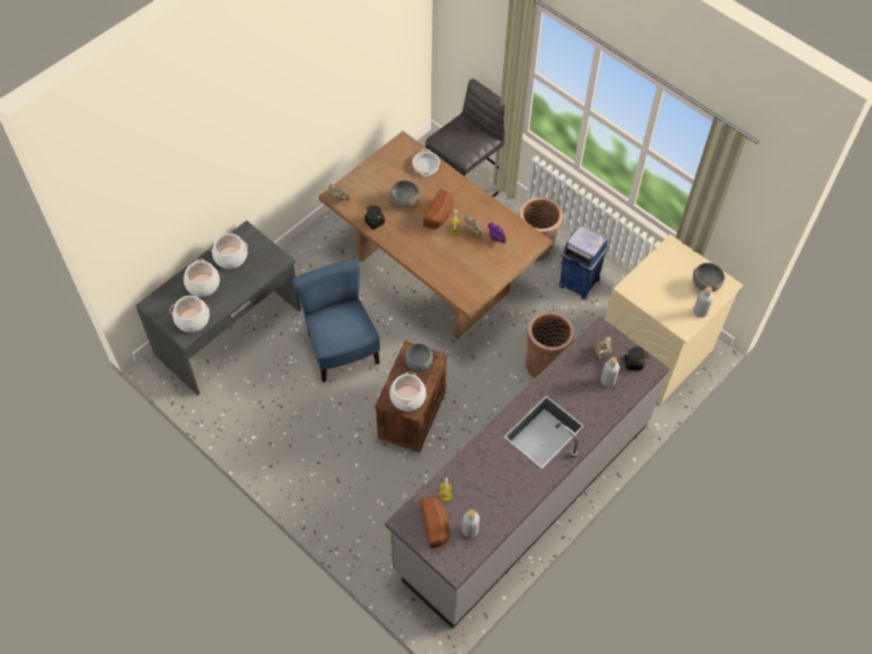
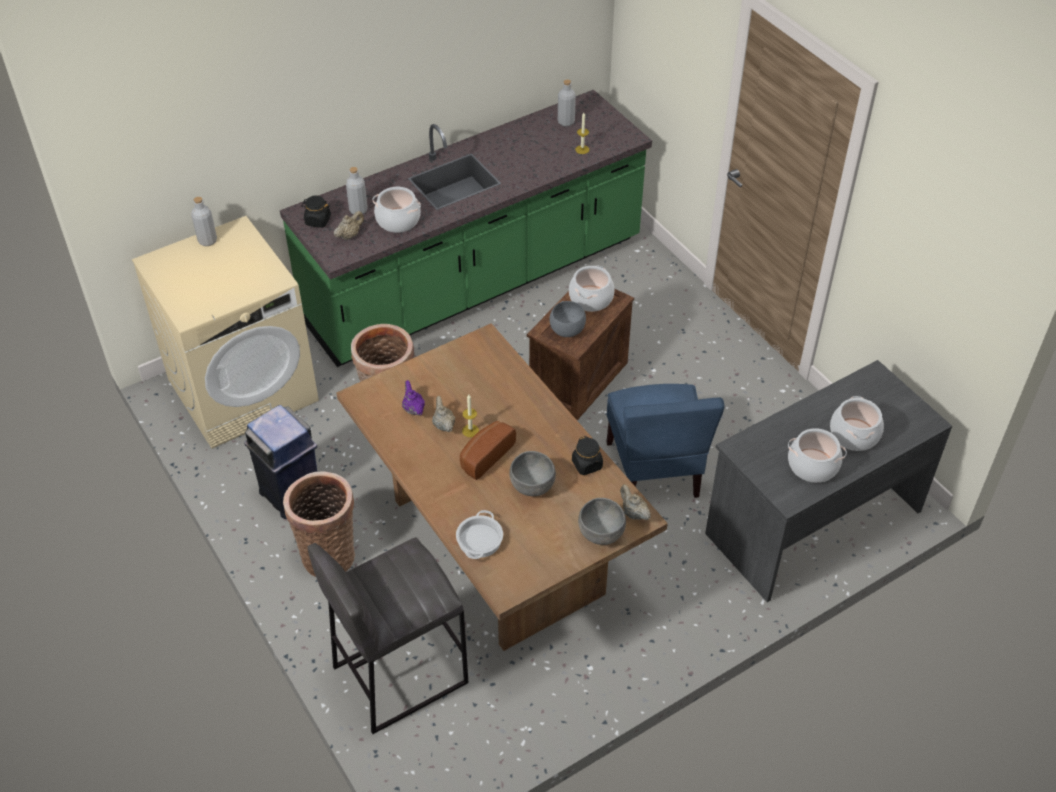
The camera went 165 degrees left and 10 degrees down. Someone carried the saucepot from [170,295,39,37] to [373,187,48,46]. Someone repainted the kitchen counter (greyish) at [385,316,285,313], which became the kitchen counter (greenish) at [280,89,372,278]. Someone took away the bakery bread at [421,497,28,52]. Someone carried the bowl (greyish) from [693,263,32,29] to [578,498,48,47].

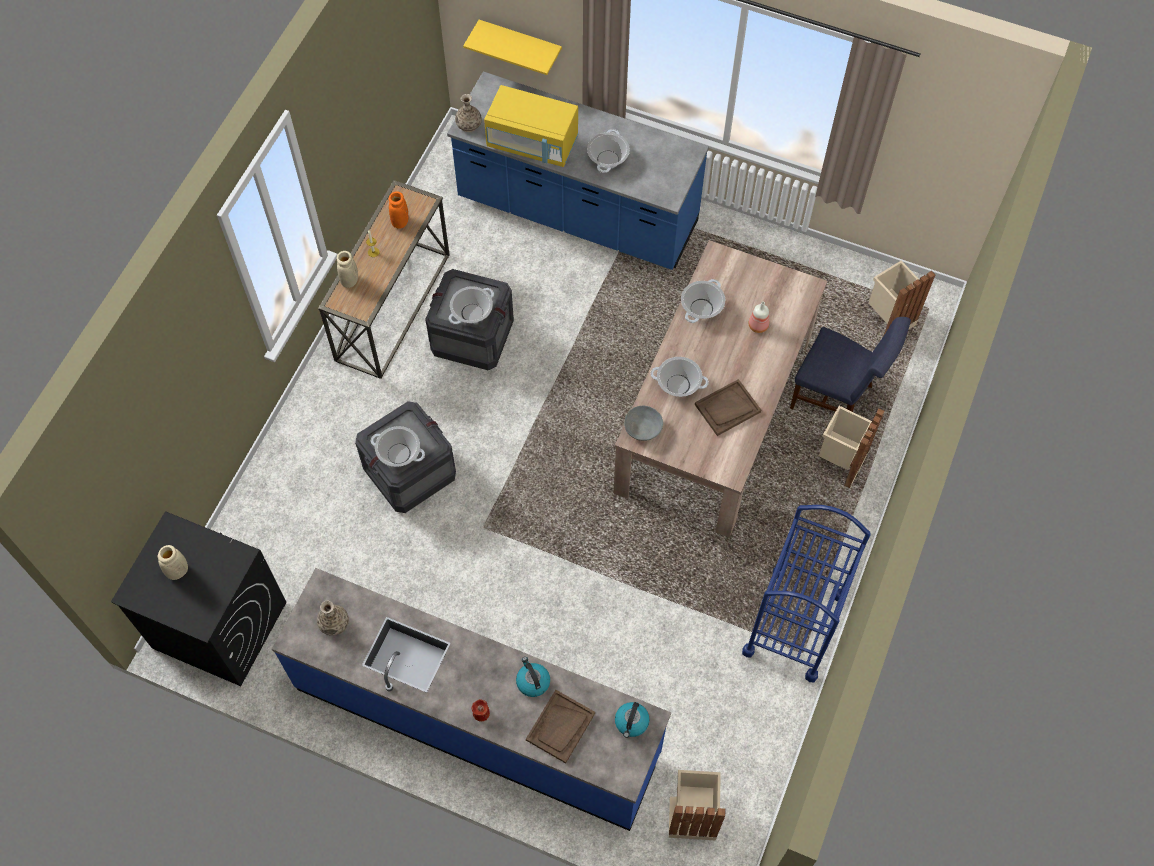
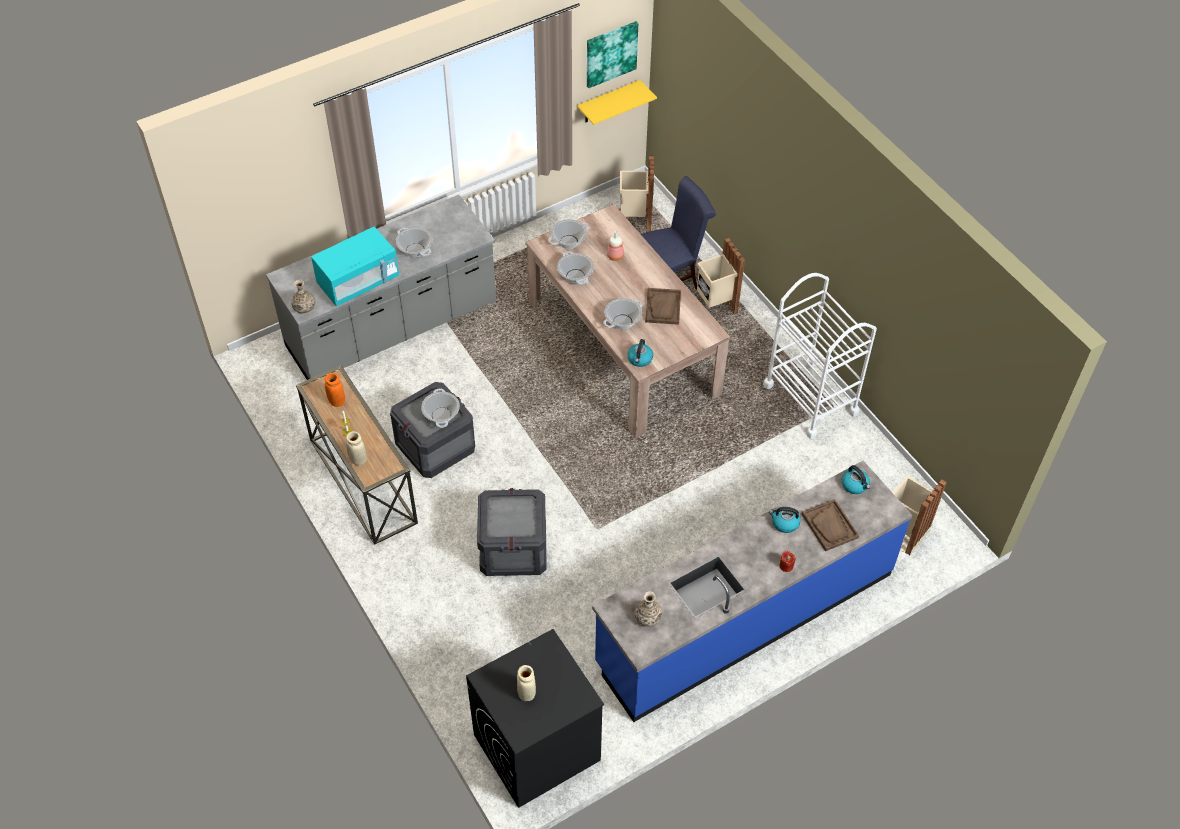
The camera went 55 degrees left and 10 degrees down. Someone carried the saucepot from [371,426,54,41] to [548,219,42,30]. Someone repainted the kitchen counter (blue-coloured) at [447,71,262,199], which became the kitchen counter (greyish) at [266,195,230,185]. Someone carried the bracket shelf (yellowish) from [463,20,99,55] to [577,80,80,45]. Someone repainted the microwave oven (yellowish) at [484,85,95,82], which became the microwave oven (turquoise-coloured) at [311,226,88,80]. Someone swapped the bowl (greyish) at [624,406,39,35] for the tea kettle at [627,339,26,28]. Someone repainted the cart (blue-coloured) at [742,505,129,177], which became the cart (whitish) at [763,273,114,166]. Someone put up the wall art at [587,21,51,67].

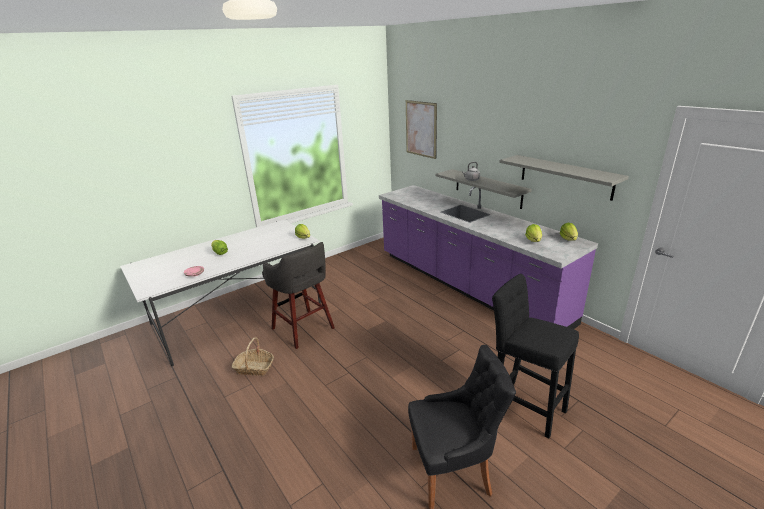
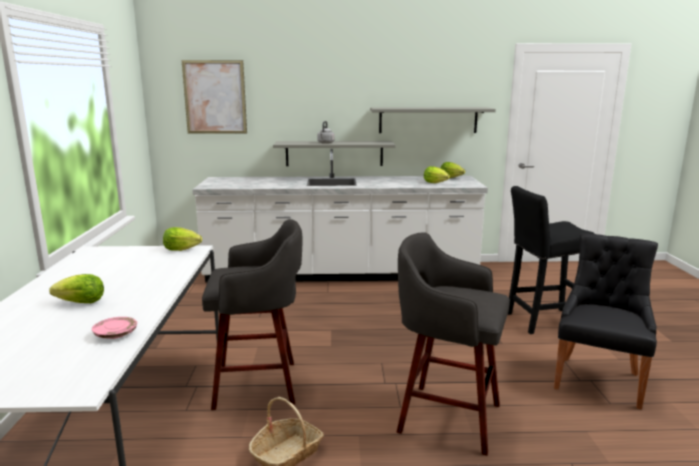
The camera went 55 degrees left and 10 degrees down. Someone repainted the kitchen counter (purple-coloured) at [379,185,219,144], which became the kitchen counter (whitish) at [192,149,296,134]. Someone put down the stool seat (greyish) at [396,232,114,224].

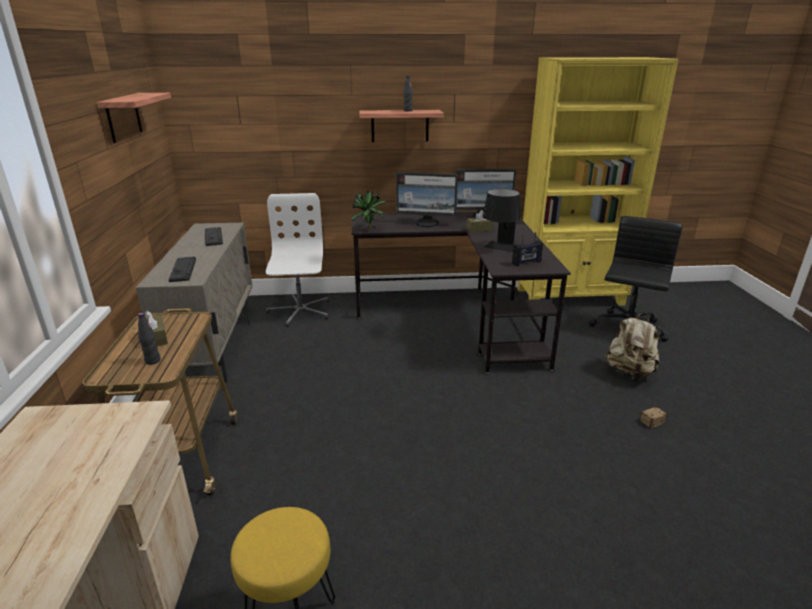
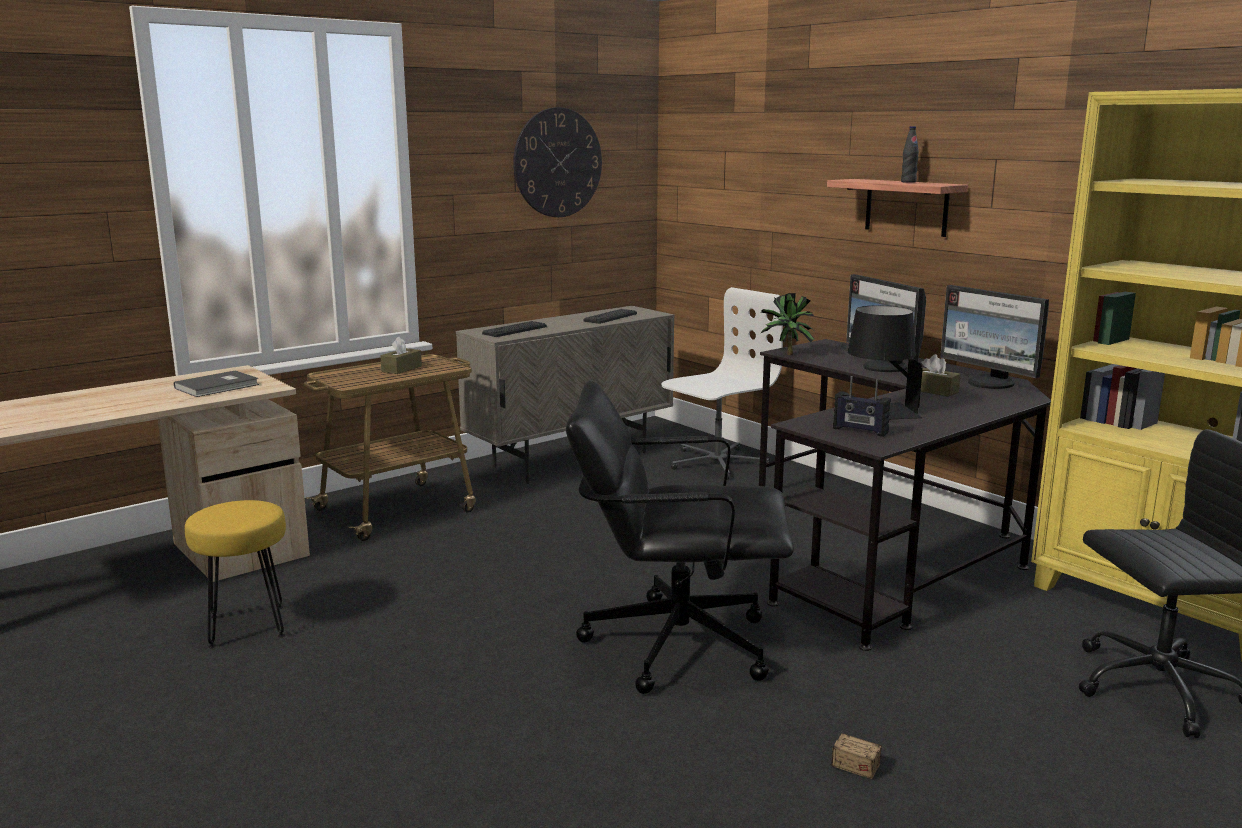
The camera went 55 degrees right and 10 degrees down. Someone swapped the bracket shelf at [97,93,74,50] for the clock on the wall at [513,107,89,110]. Someone took away the drink bottle (black-coloured) at [138,313,23,52]. Someone took away the backpack (beige) at [604,313,56,69]. Someone put down the book (greyish) at [174,370,85,27]. Someone put down the desk chair (black-coloured) at [566,380,228,314].

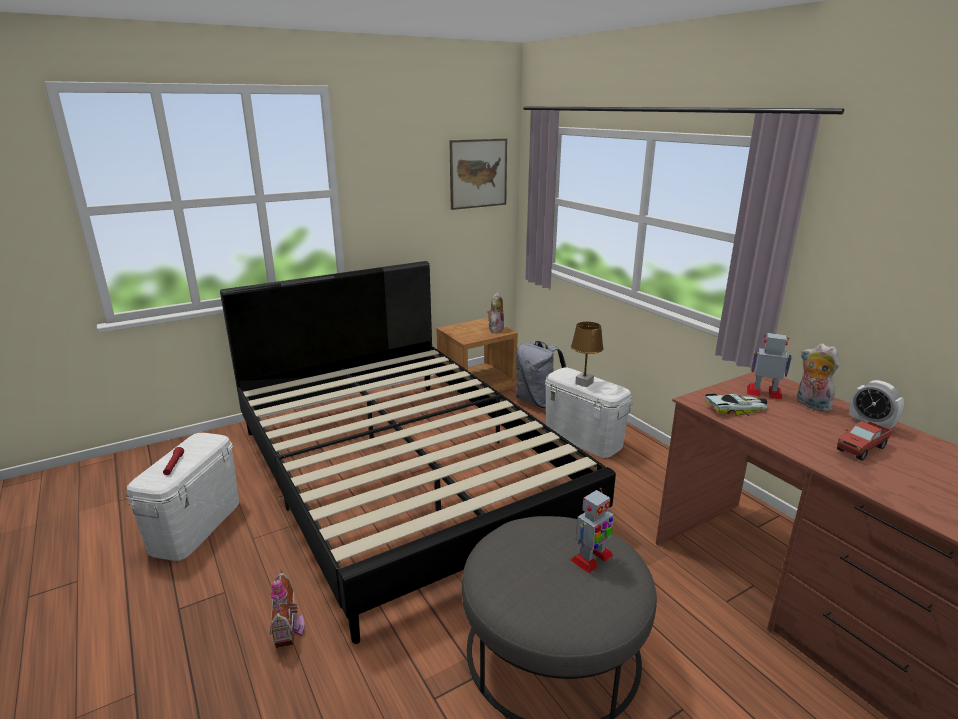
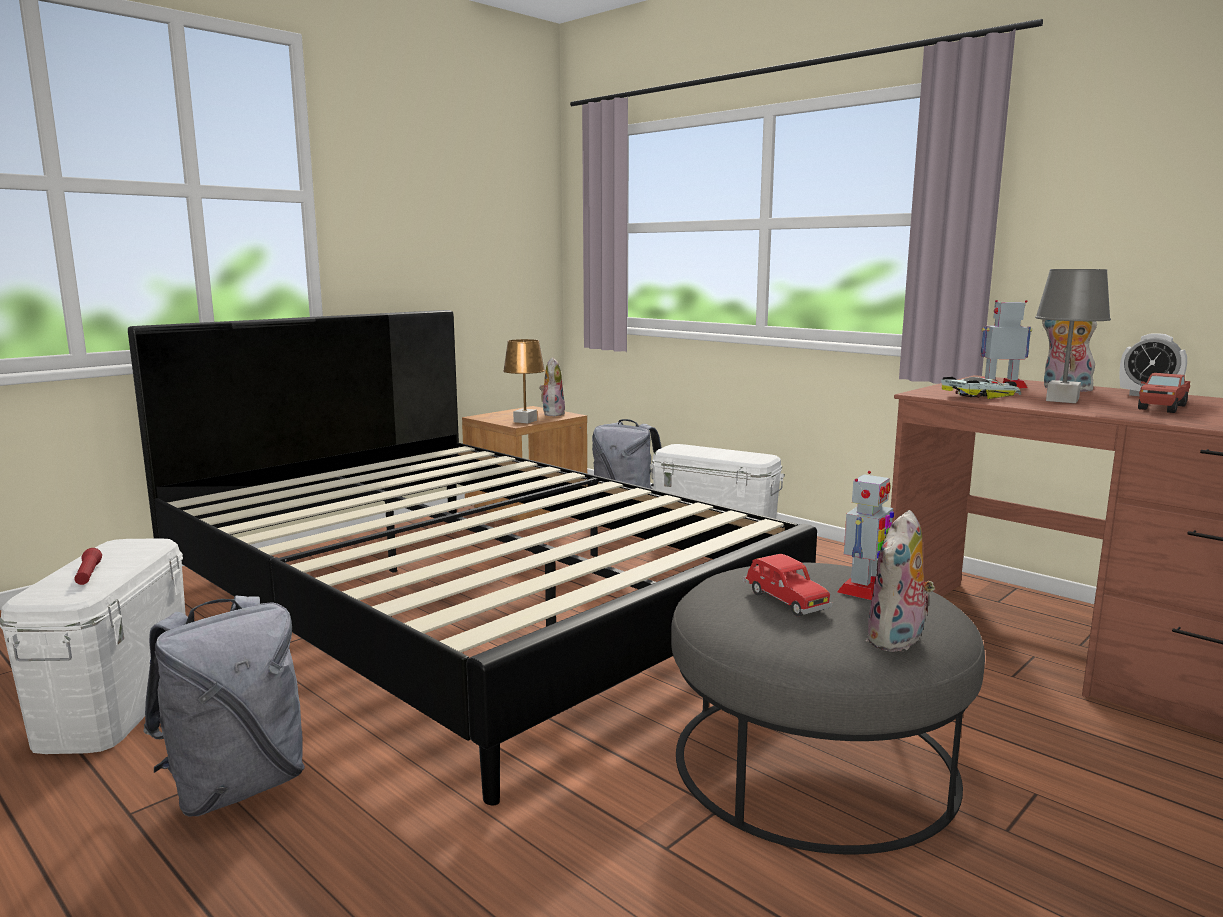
The camera went 15 degrees left and 10 degrees down. Someone took away the miniature house at [270,570,35,78]. Someone took away the wall art at [449,139,58,71]. Someone carried the table lamp (brown-coloured) from [571,322,33,65] to [503,339,42,84]. Someone put down the backpack (greyish) at [143,596,162,221]. Someone put down the model car (reddish) at [743,554,89,63]. Someone put down the plush toy at [866,510,69,142]. Someone put down the table lamp (greyish) at [1035,269,76,134].

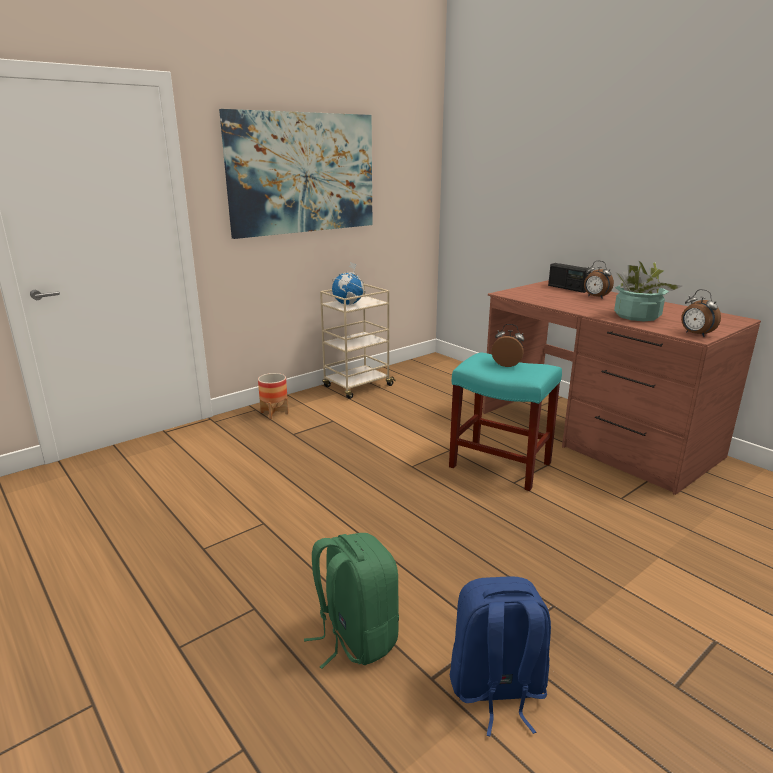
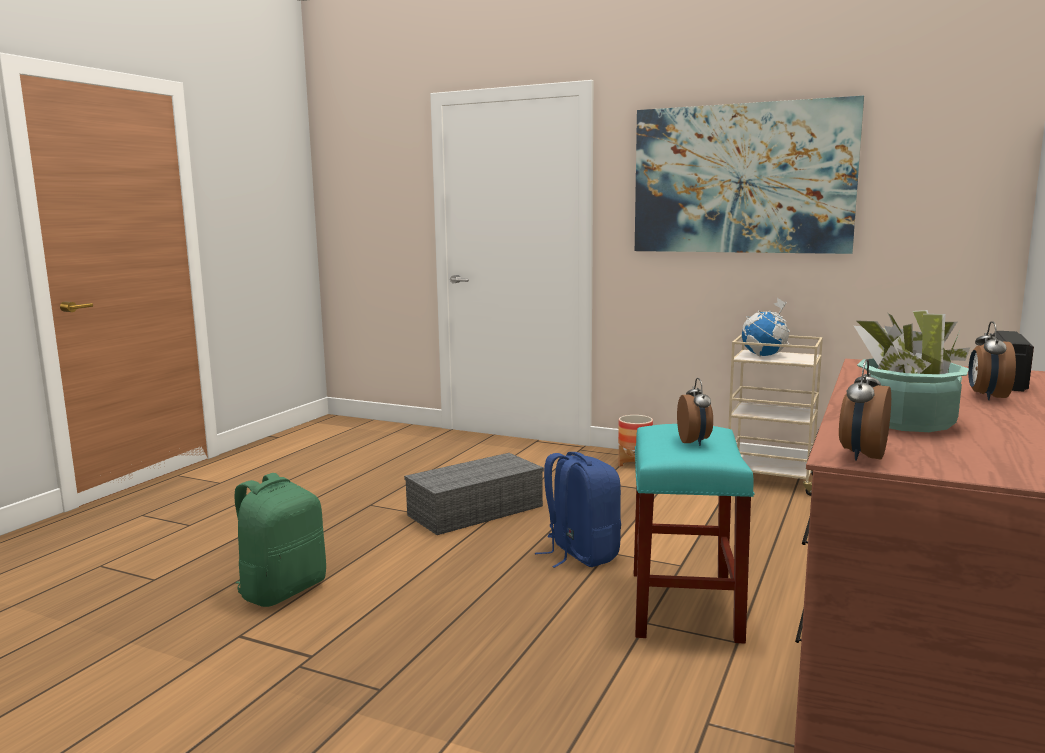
The camera went 65 degrees right and 10 degrees down. Someone carried the backpack (blue-coloured) from [450,577,101,159] to [535,452,86,116]. Someone put down the storage container (greyish) at [404,453,140,82].

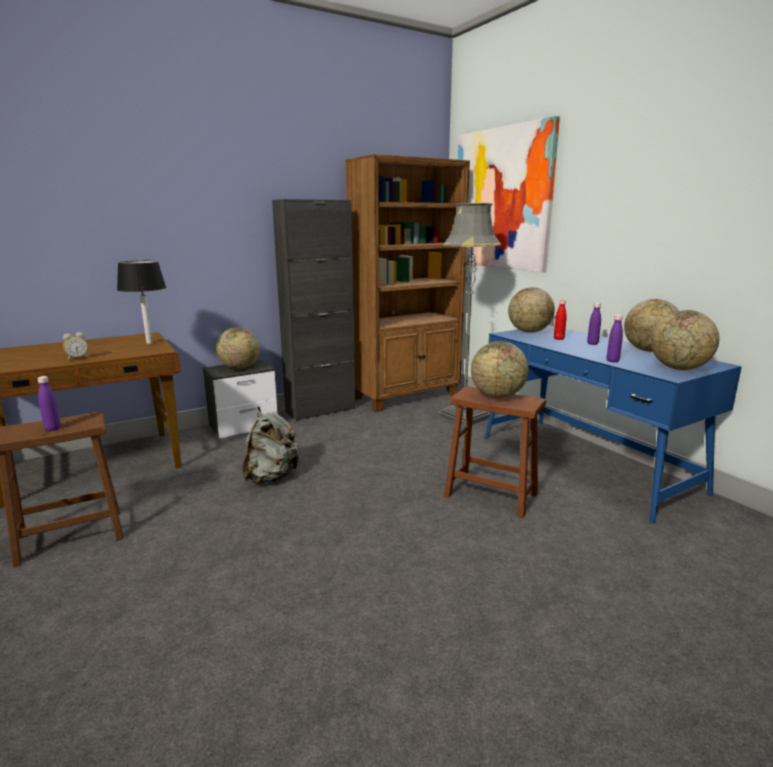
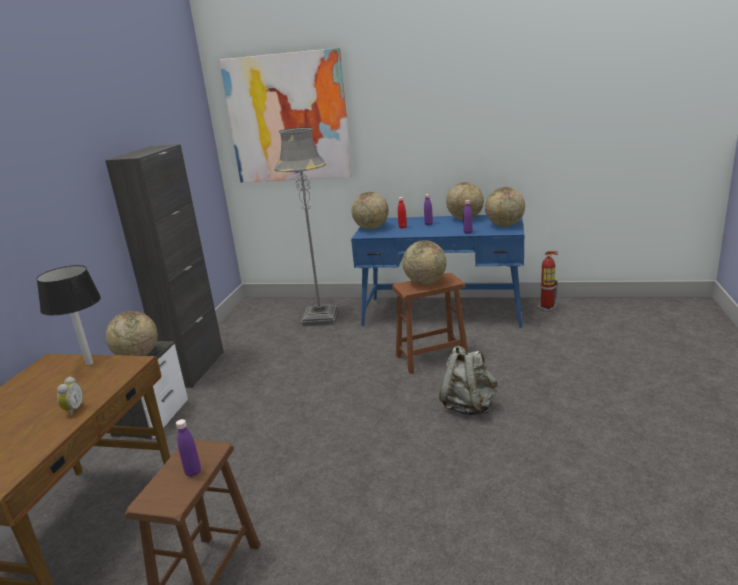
The camera went 45 degrees left and 5 degrees up. Someone carried the backpack (greyish) from [243,407,57,76] to [439,346,58,69]. Someone took away the bookshelf (brown-coloured) at [345,154,125,258]. Someone put down the fire extinguisher at [538,251,20,61].

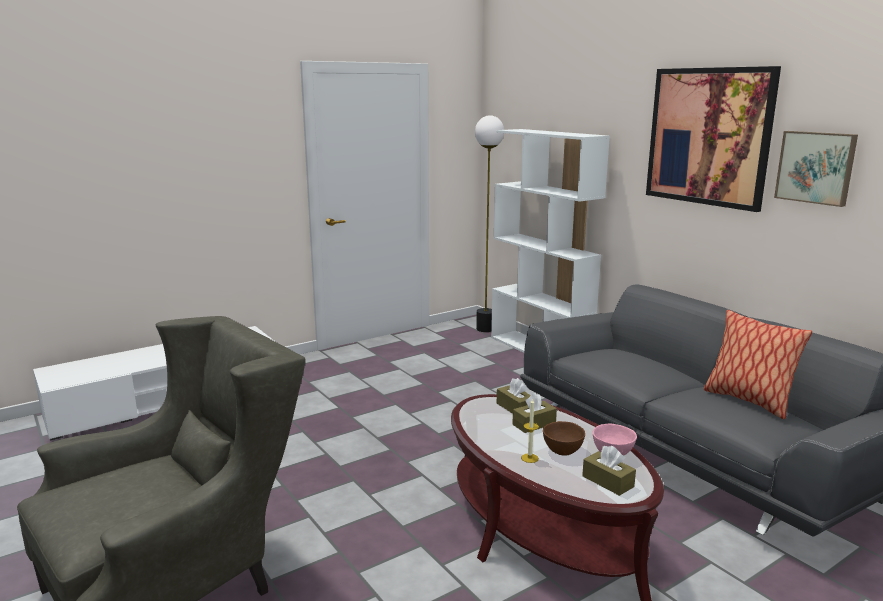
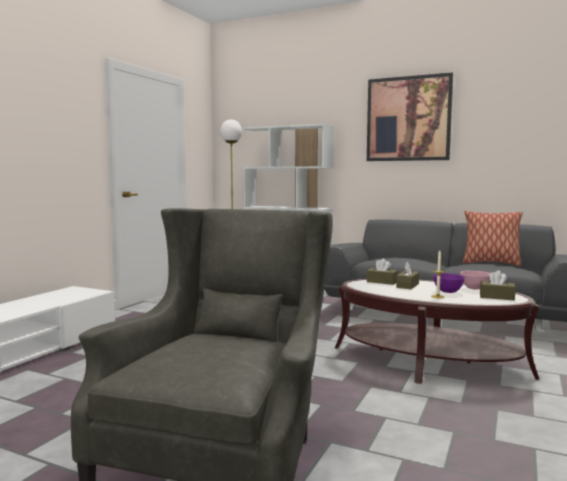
The camera went 30 degrees left and 10 degrees down. Someone repainted the bowl (brown-coloured) at [543,421,42,35], which became the bowl (purple-coloured) at [433,273,32,20]. Someone took away the wall art at [774,131,84,76].

